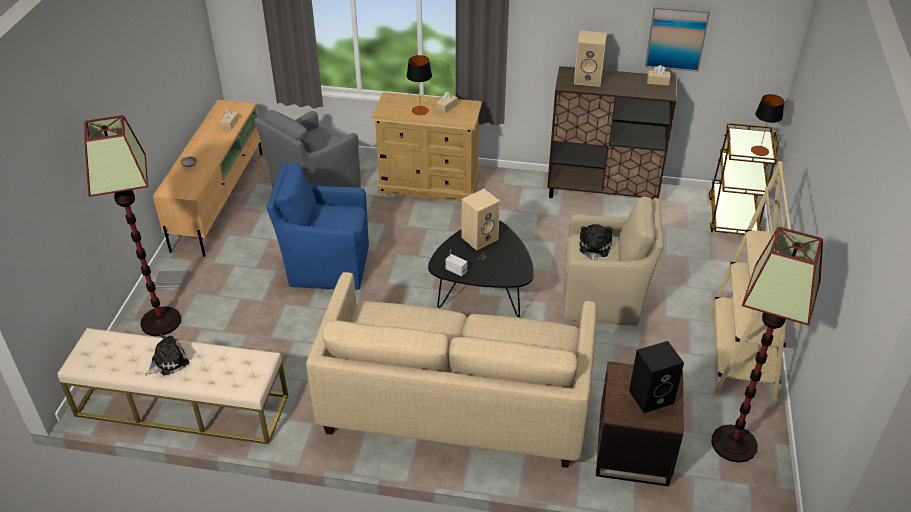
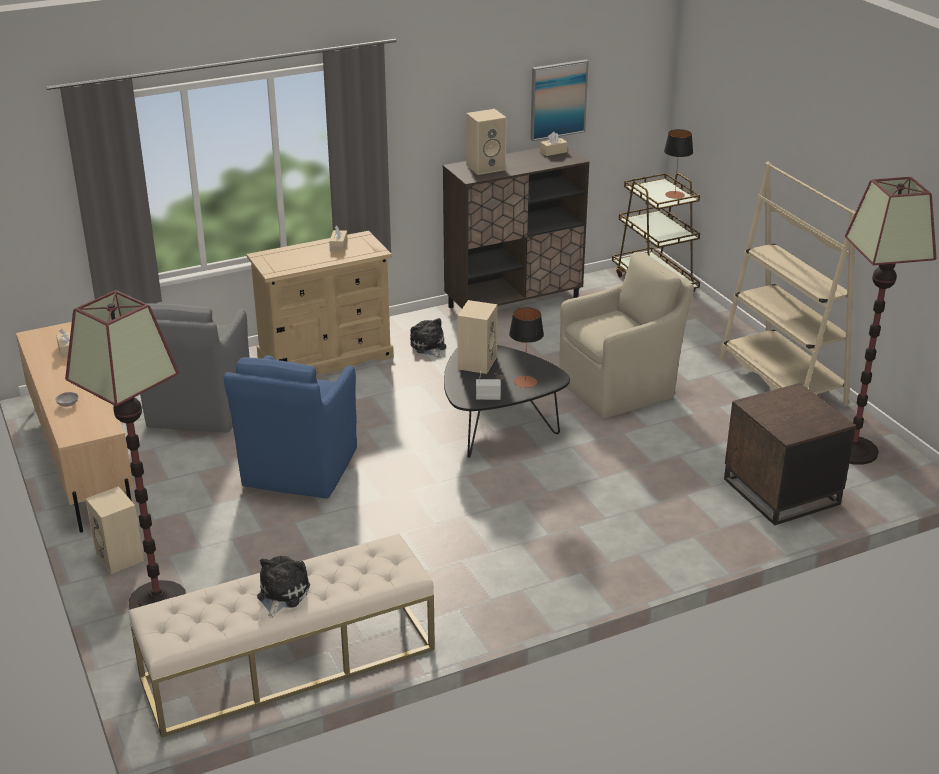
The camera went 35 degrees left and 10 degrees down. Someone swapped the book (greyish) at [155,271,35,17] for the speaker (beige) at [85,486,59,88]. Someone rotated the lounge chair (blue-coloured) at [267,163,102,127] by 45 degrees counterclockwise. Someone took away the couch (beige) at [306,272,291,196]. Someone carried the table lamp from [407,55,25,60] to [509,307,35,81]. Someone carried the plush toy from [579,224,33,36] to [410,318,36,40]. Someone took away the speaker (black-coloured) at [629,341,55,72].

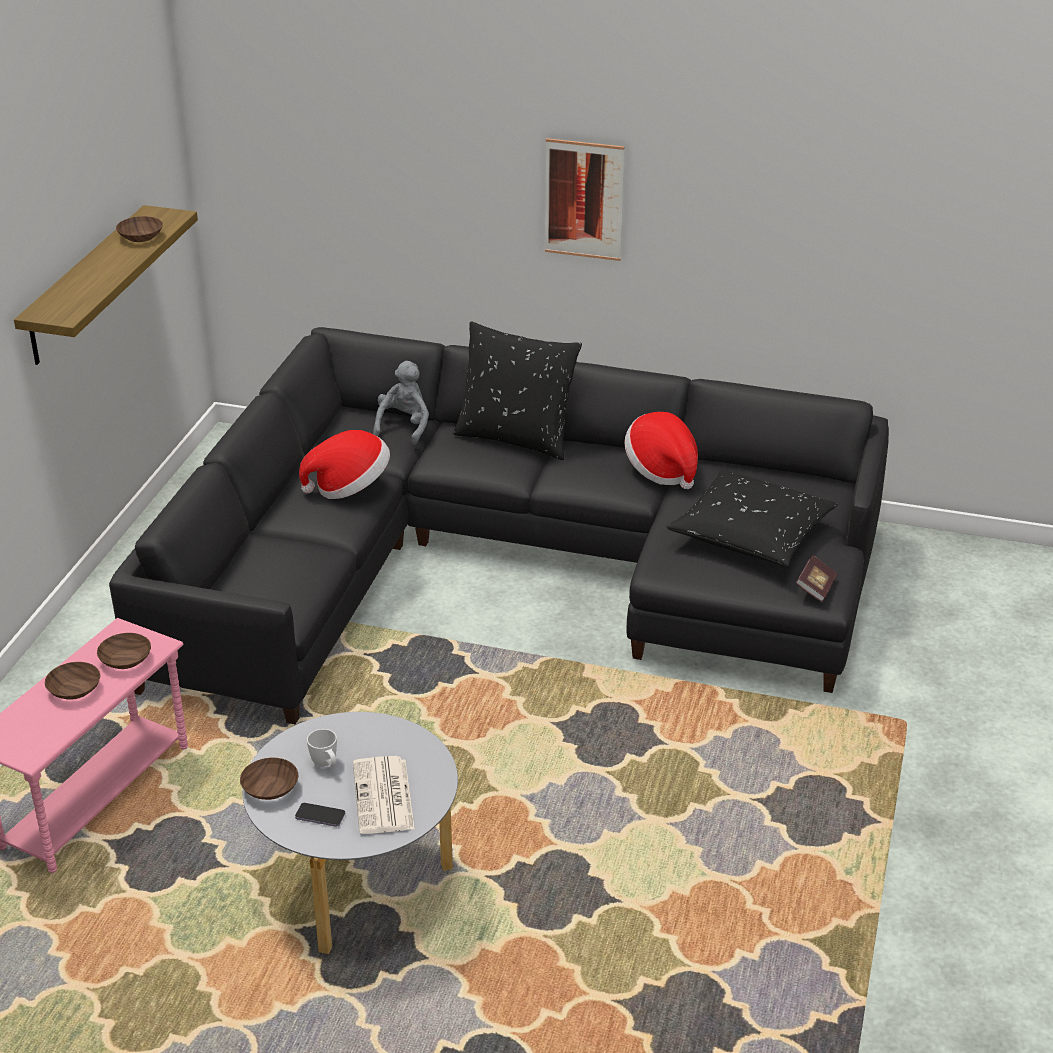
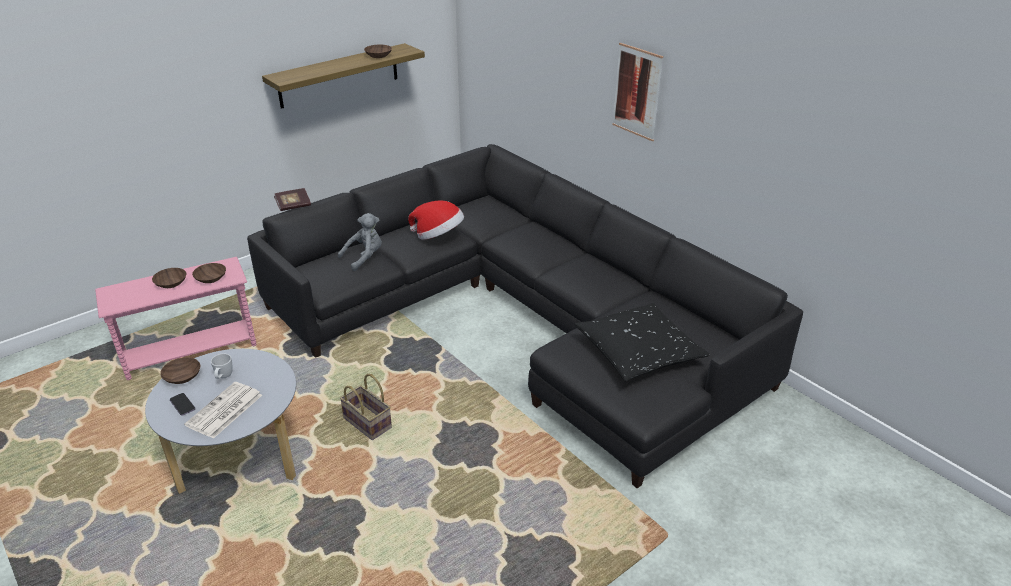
The camera went 35 degrees right and 0 degrees up. Someone carried the plush toy (greyish) from [373,361,56,84] to [338,213,43,58]. Someone took away the pillow (black-coloured) at [453,322,129,138]. Someone took away the clothing hat at [624,412,74,77]. Someone carried the book from [796,555,41,47] to [274,188,37,23]. Someone put down the basket at [340,374,52,66].

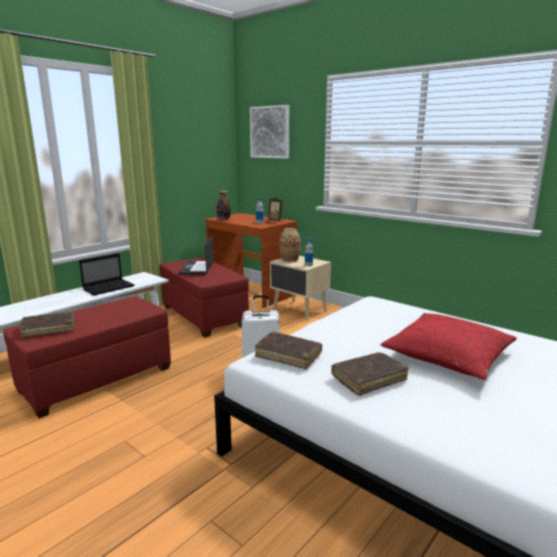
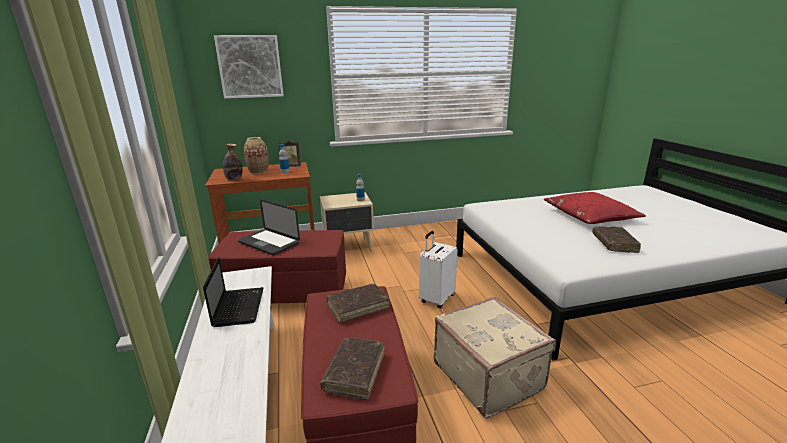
The camera went 55 degrees left and 5 degrees up. Someone carried the book (brown-coloured) from [255,332,67,37] to [326,284,63,39]. Someone carried the decorative vase from [280,228,21,34] to [244,137,25,37]. Someone put down the travel case (beige) at [434,297,122,121].

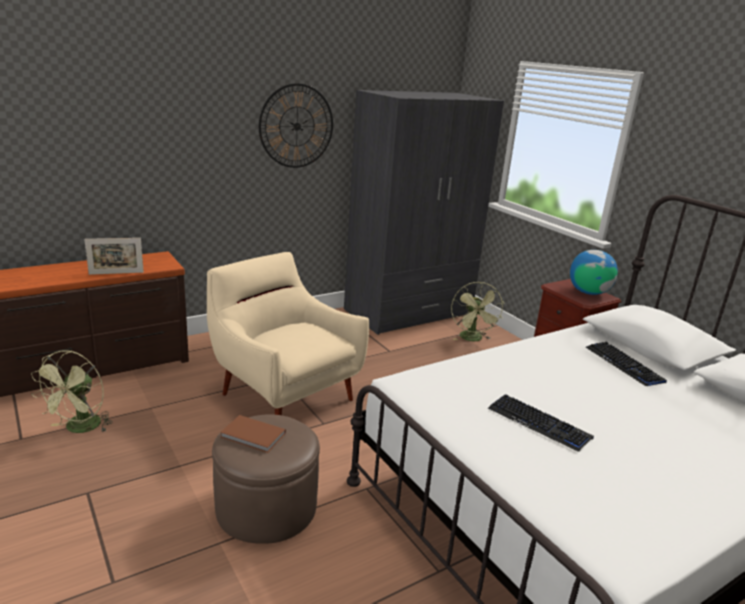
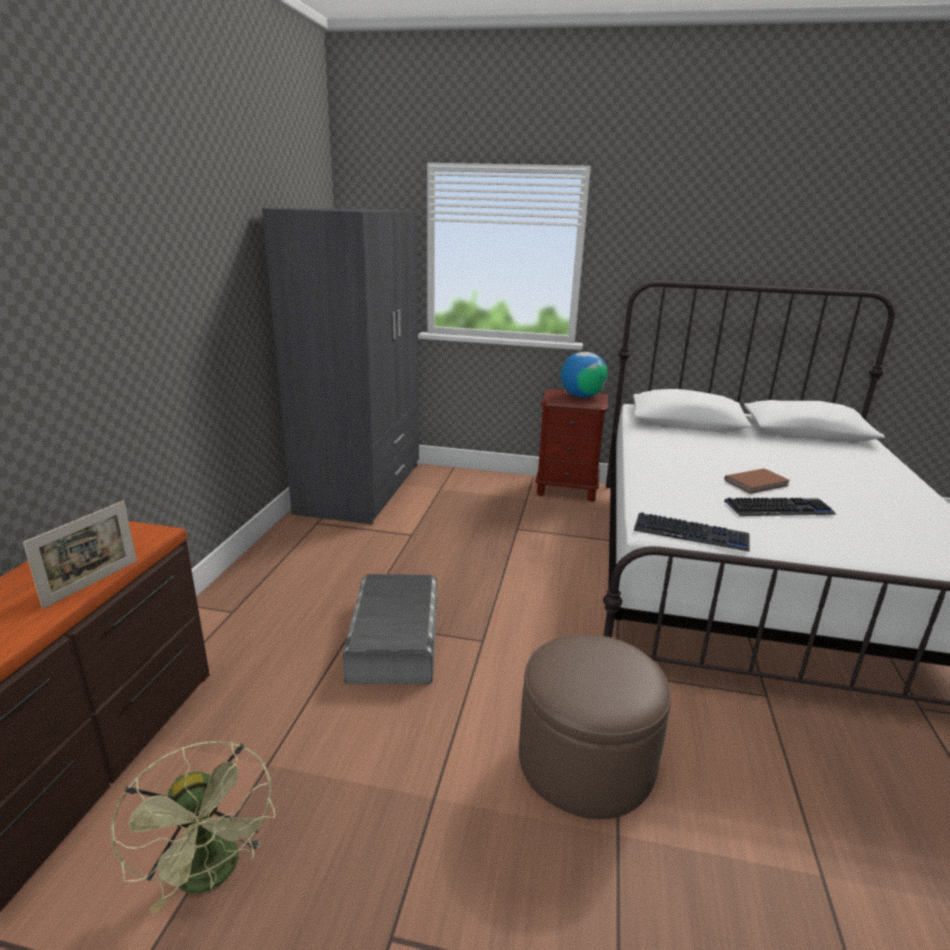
The camera went 45 degrees left and 0 degrees up. Someone swapped the lounge chair (beige) at [207,252,162,163] for the storage container (greyish) at [342,574,95,110]. Someone carried the book (brown-coloured) from [220,415,66,38] to [724,468,66,26]. Someone took away the clock on the wall at [259,83,74,85]. Someone took away the electric fan (greenish) at [451,282,54,59]. Someone carried the PC keyboard from [586,342,81,44] to [634,512,116,40].

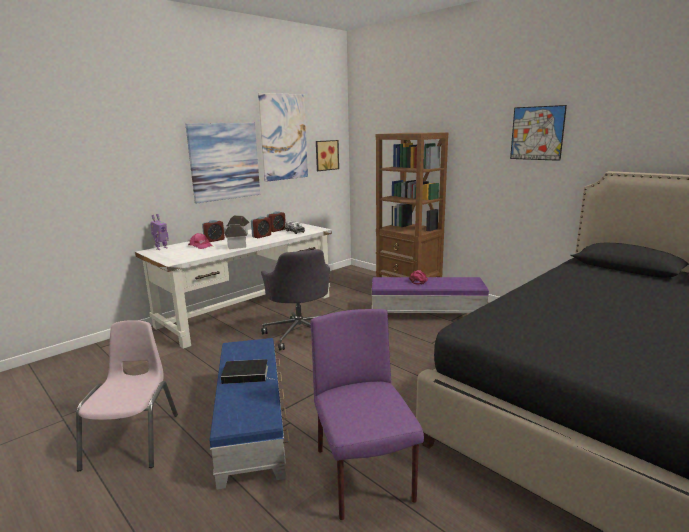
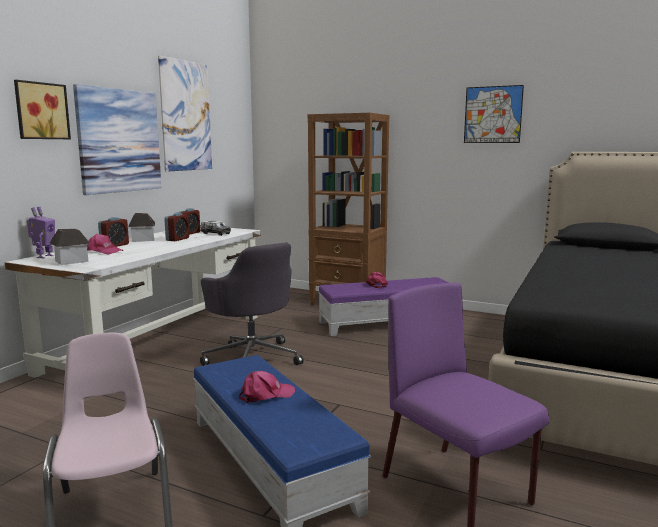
The camera went 20 degrees left and 5 degrees down. Someone swapped the book at [221,359,53,25] for the baseball cap (pink) at [239,371,56,33]. Someone carried the miniature house from [225,225,22,24] to [50,229,40,36]. Someone carried the wall art from [316,140,23,31] to [14,80,57,59].

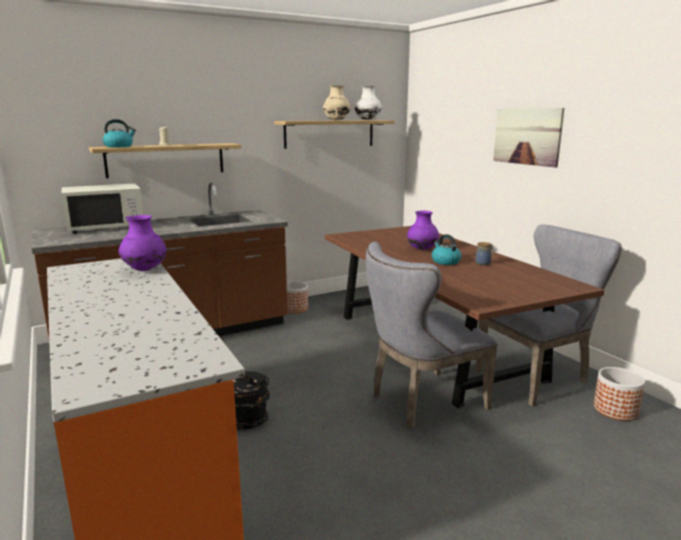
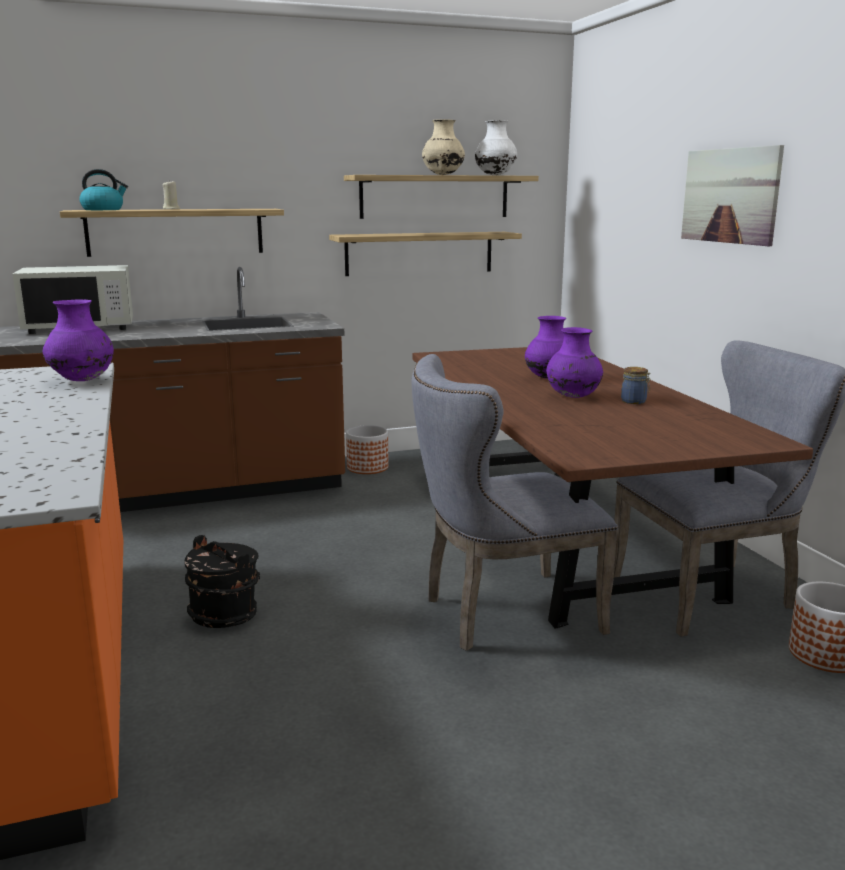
The camera went 10 degrees right and 0 degrees up. Someone swapped the tea kettle at [432,234,29,31] for the decorative vase (purple-coloured) at [546,327,57,71]. Someone put up the bracket shelf at [329,232,193,44].

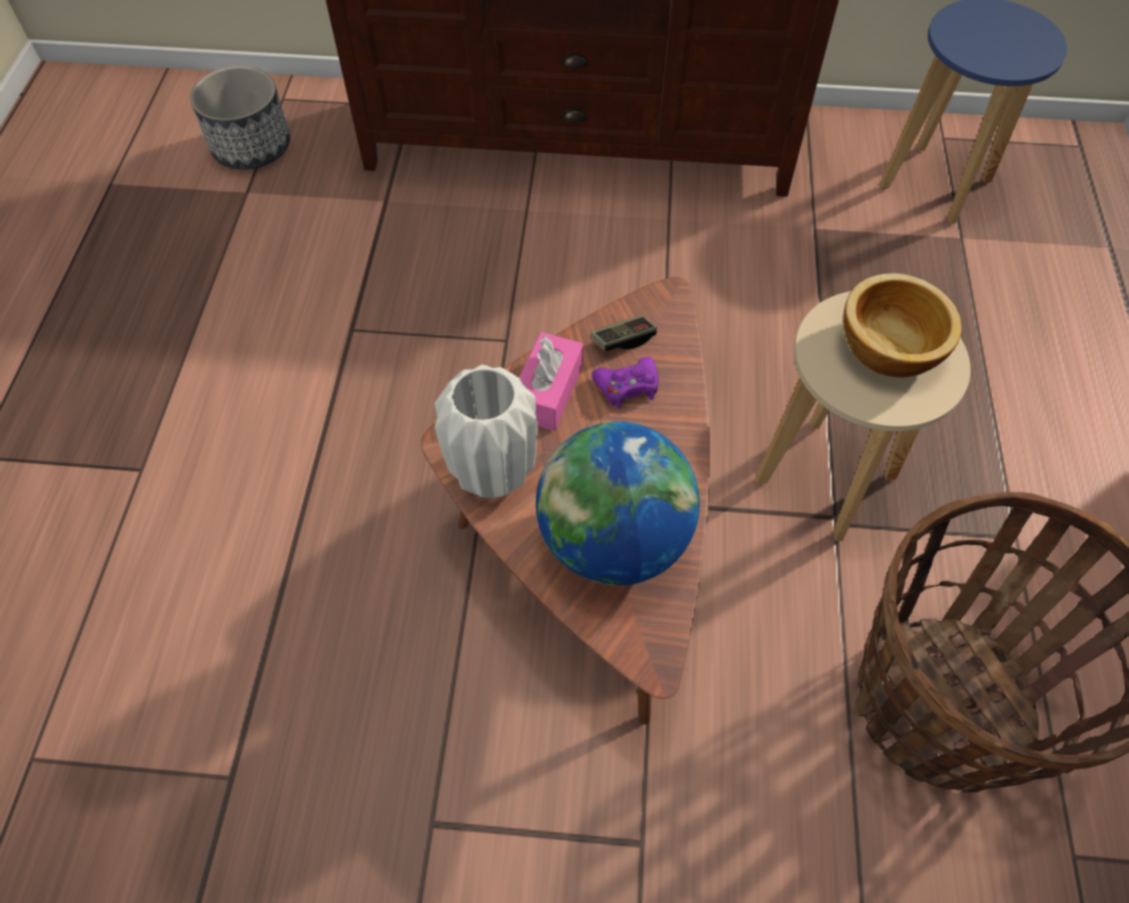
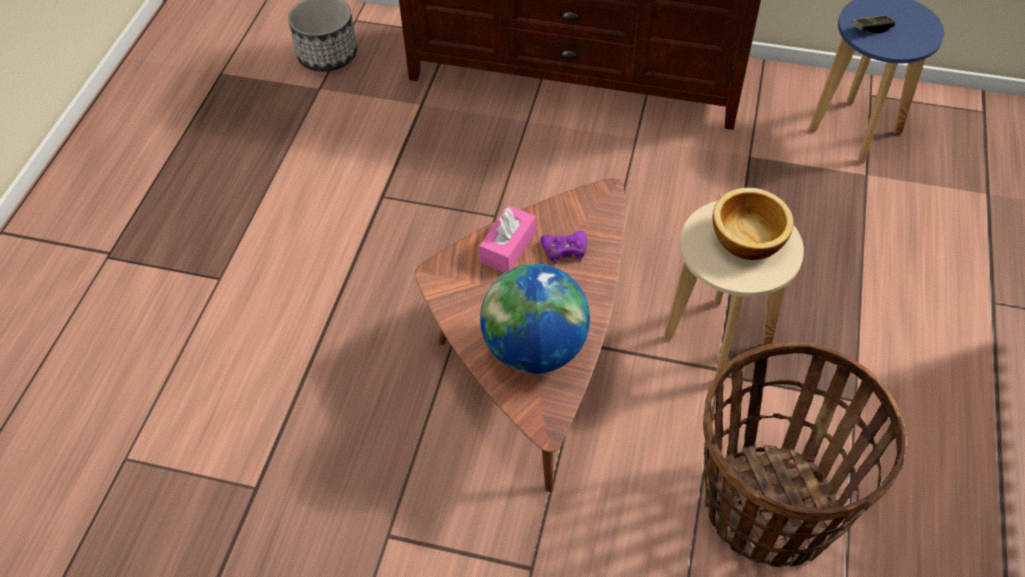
The camera went 10 degrees right and 5 degrees down. Someone took away the decorative vase (whitish) at [434,365,104,133]. Someone carried the joypad from [591,315,66,36] to [851,15,44,19].

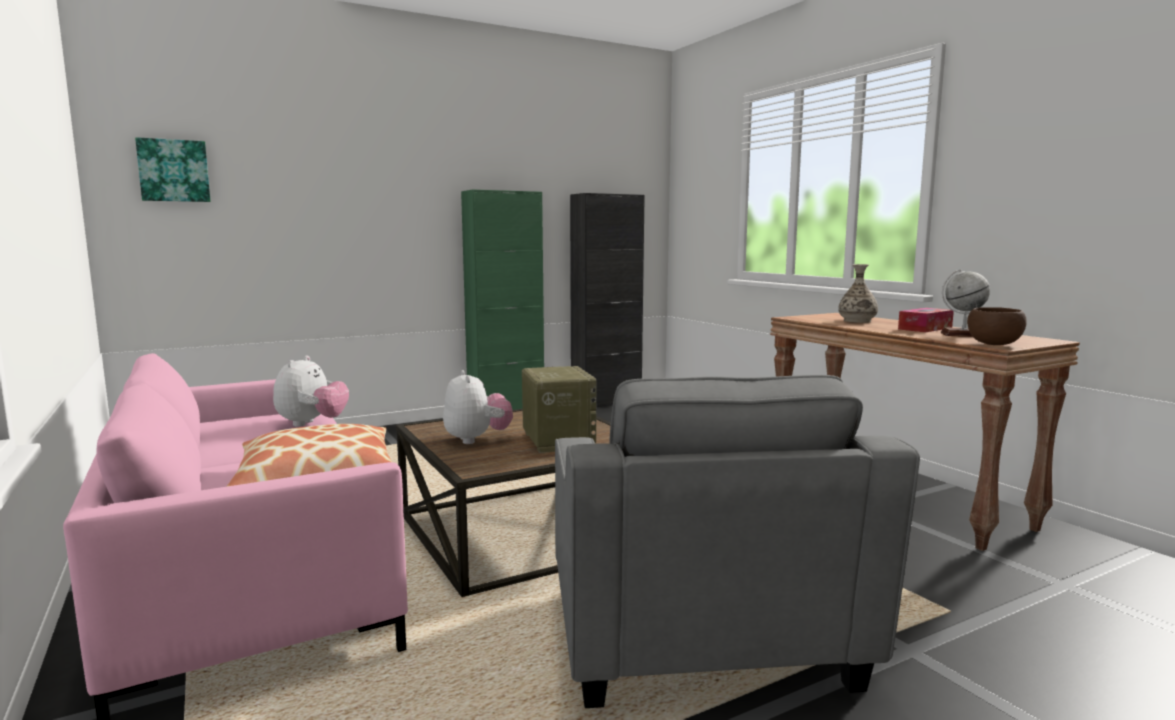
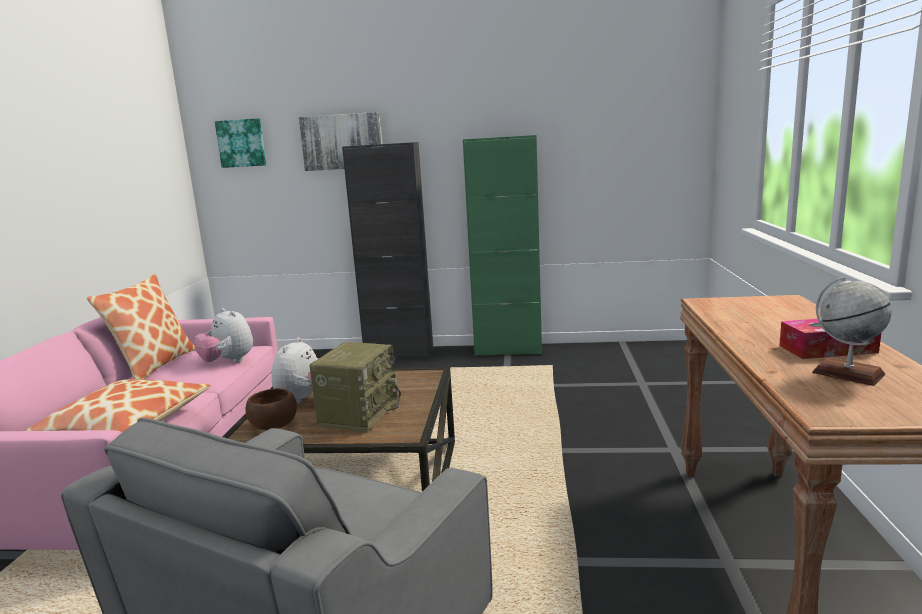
The camera went 35 degrees right and 5 degrees up. Someone rotated the plush toy at [273,355,76,72] by 90 degrees clockwise. Someone carried the storage cabinet (black-coloured) from [570,193,75,214] to [342,142,91,216]. Someone took away the decorative vase at [838,264,40,59]. Someone carried the bowl (brown-coloured) from [967,307,60,38] to [245,388,52,42]. Someone put down the pillow at [87,274,108,106]. Someone put up the wall art at [299,112,84,59].

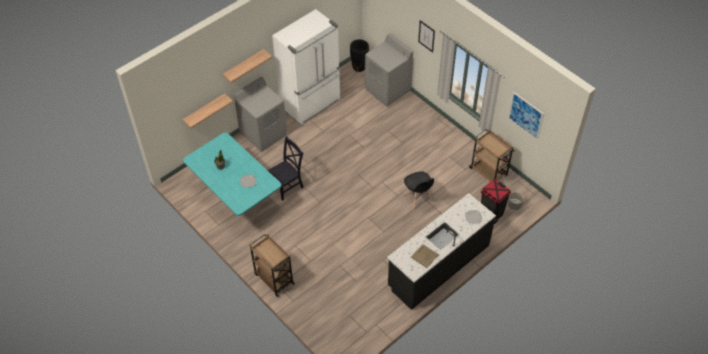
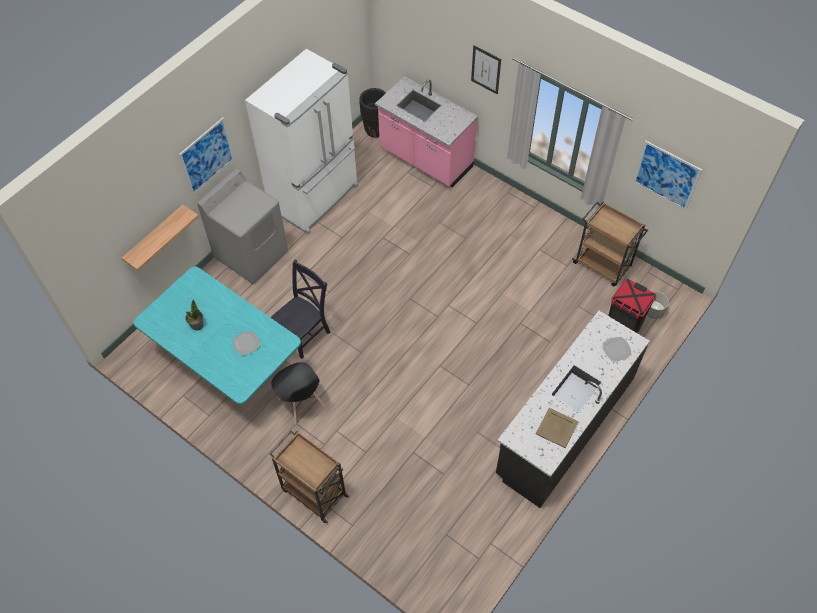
The camera went 10 degrees left and 5 degrees up. Someone swapped the bracket shelf at [223,49,49,34] for the wall art at [179,117,55,78]. Someone swapped the laundry machine (greyish) at [365,34,48,72] for the kitchen counter (pink) at [375,76,103,112]. Someone carried the plain chair (black-coloured) from [404,171,30,39] to [271,362,54,63].

